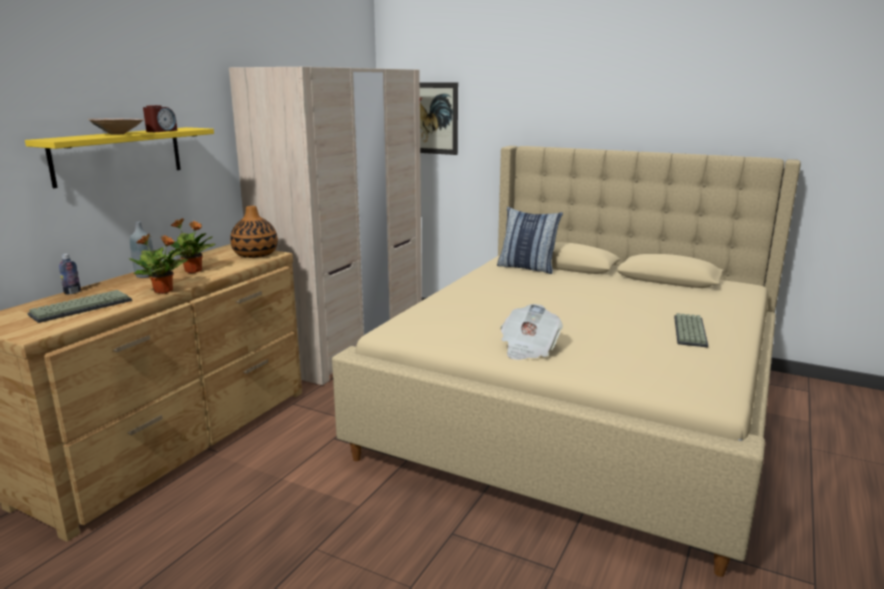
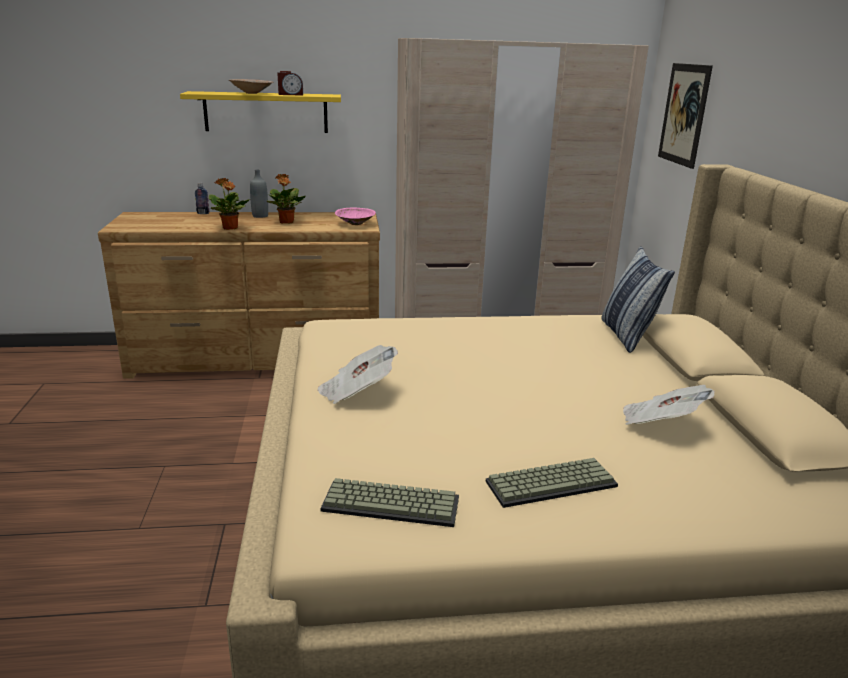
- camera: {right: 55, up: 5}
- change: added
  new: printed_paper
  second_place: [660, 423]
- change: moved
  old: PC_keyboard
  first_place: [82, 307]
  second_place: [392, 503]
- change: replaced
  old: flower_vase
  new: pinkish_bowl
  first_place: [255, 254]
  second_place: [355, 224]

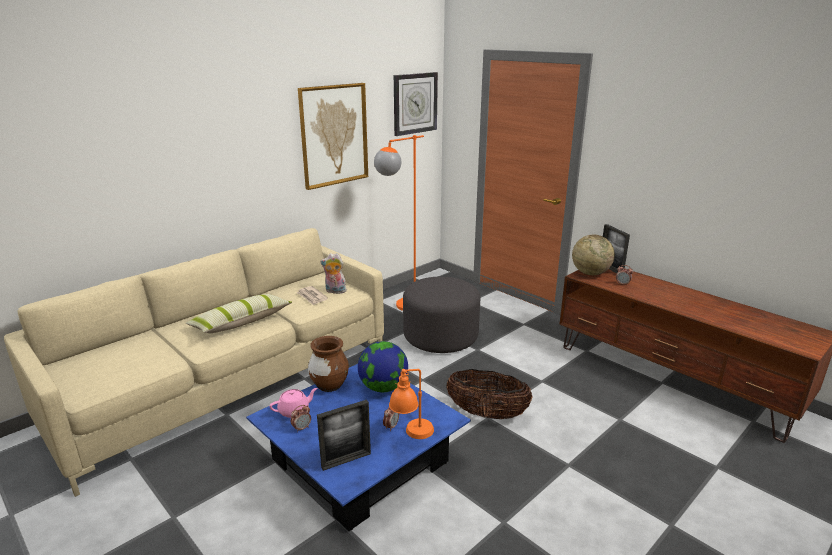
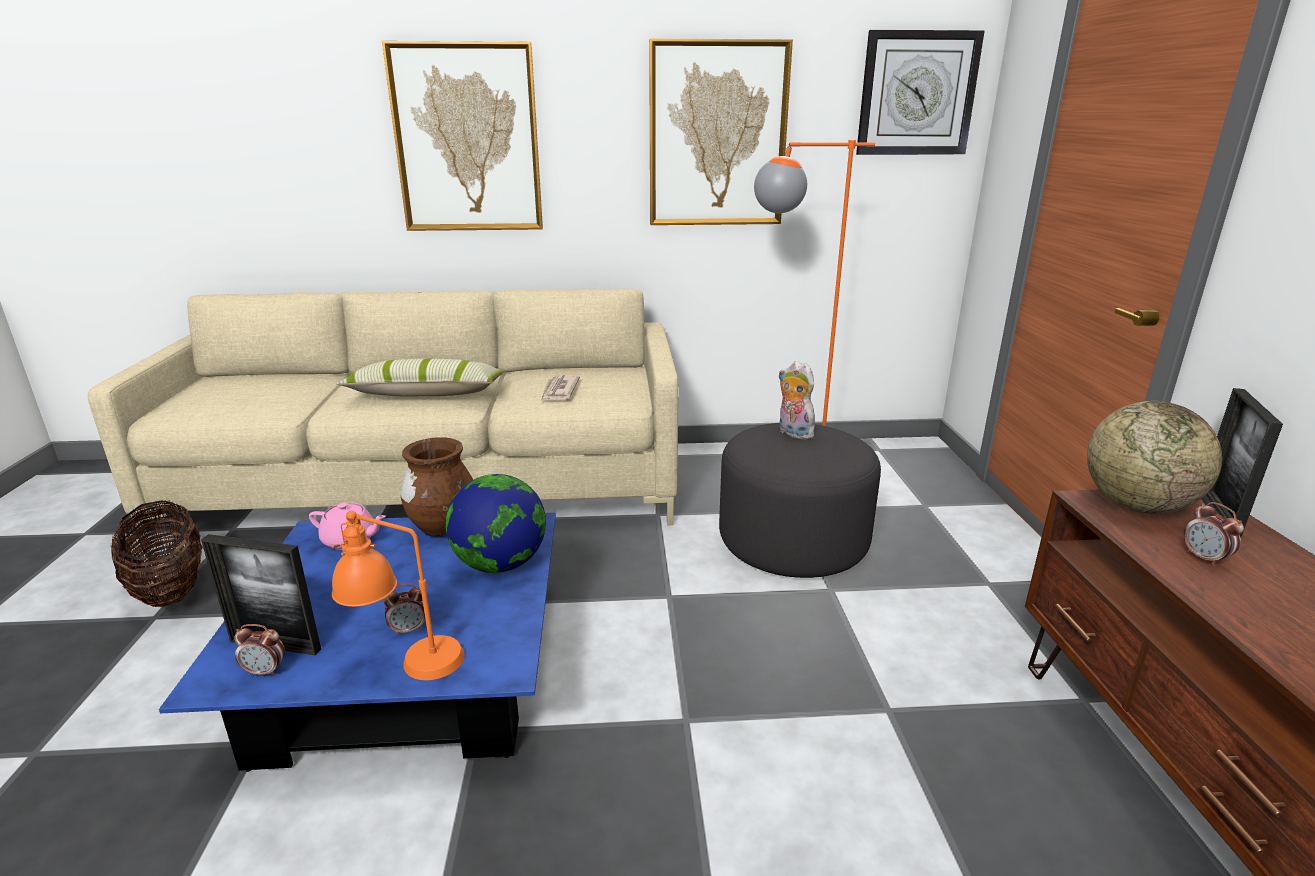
- camera: {right: 40, up: 0}
- change: added
  new: picture
  second_place: [467, 139]
- change: moved
  old: table_clock
  first_place: [301, 428]
  second_place: [265, 672]
- change: moved
  old: soft_toy
  first_place: [335, 291]
  second_place: [793, 433]
- change: moved
  old: basket
  first_place: [487, 414]
  second_place: [170, 588]

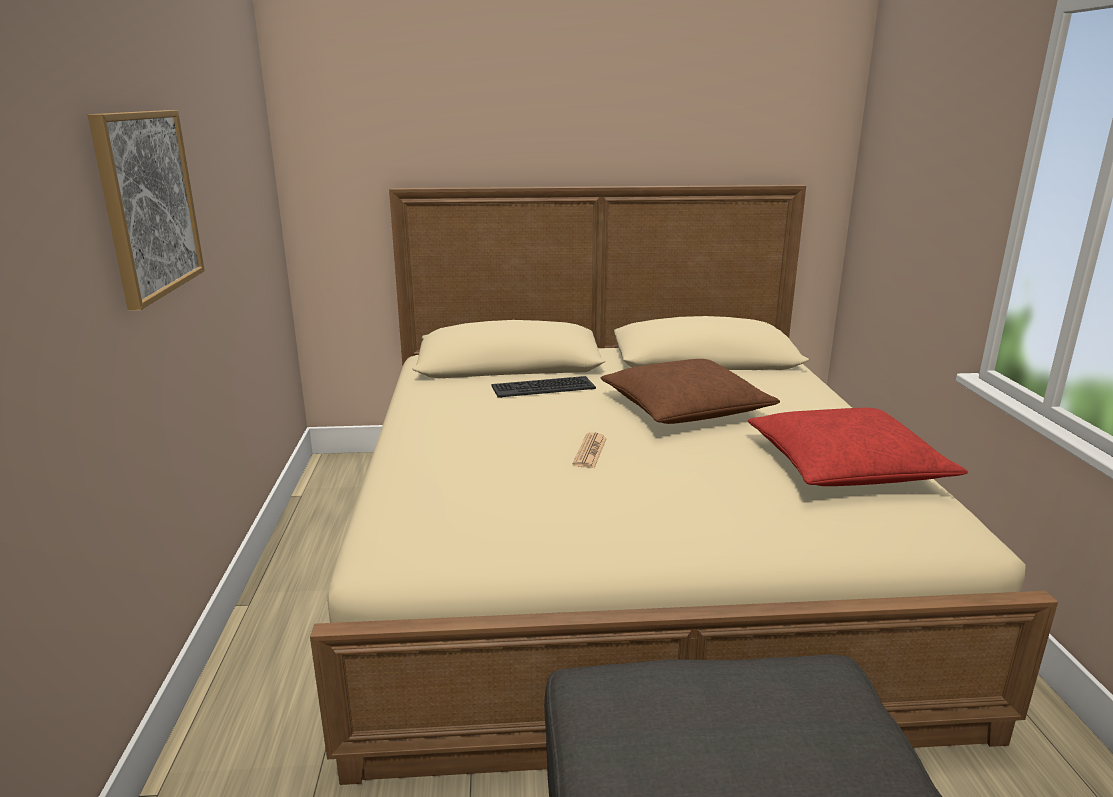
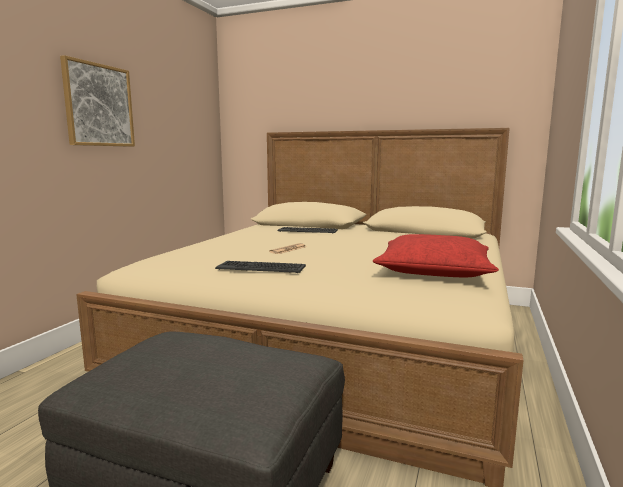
- camera: {right: 25, up: -10}
- change: removed
  old: brown-coloured_throw_pillow
  first_place: [684, 408]
- change: added
  new: PC_keyboard
  second_place: [261, 267]

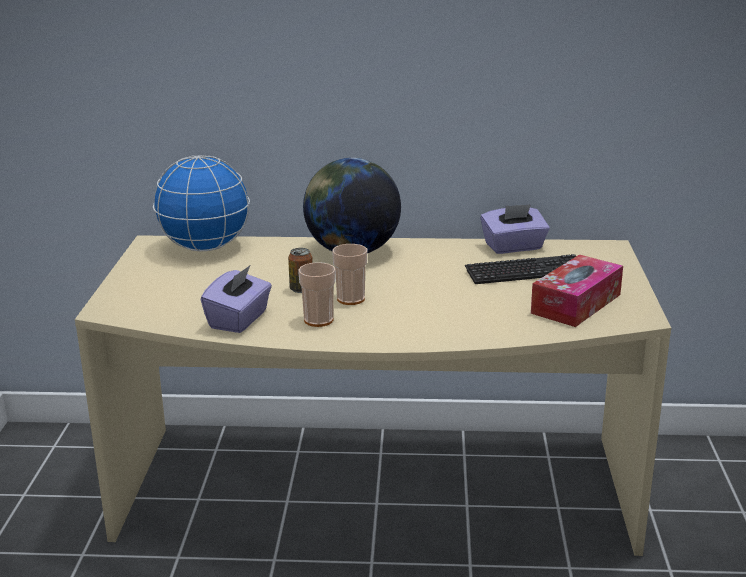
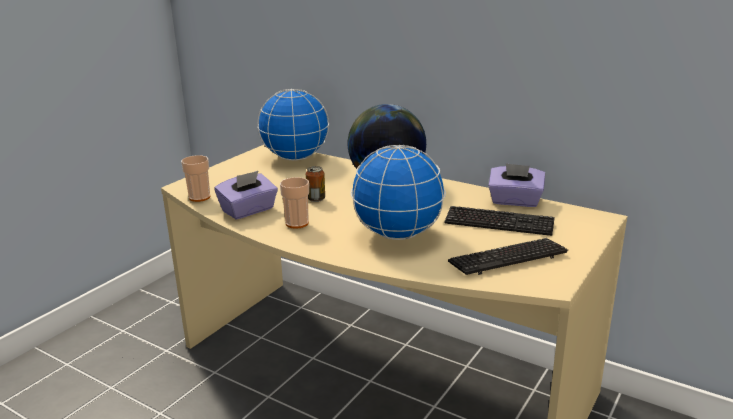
- camera: {right: 30, up: 0}
- change: added
  new: world_globe
  second_place: [398, 234]
- change: moved
  old: small_cup
  first_place: [351, 299]
  second_place: [199, 197]
- change: replaced
  old: box_of_tissues
  new: PC_keyboard
  first_place: [576, 304]
  second_place: [508, 258]

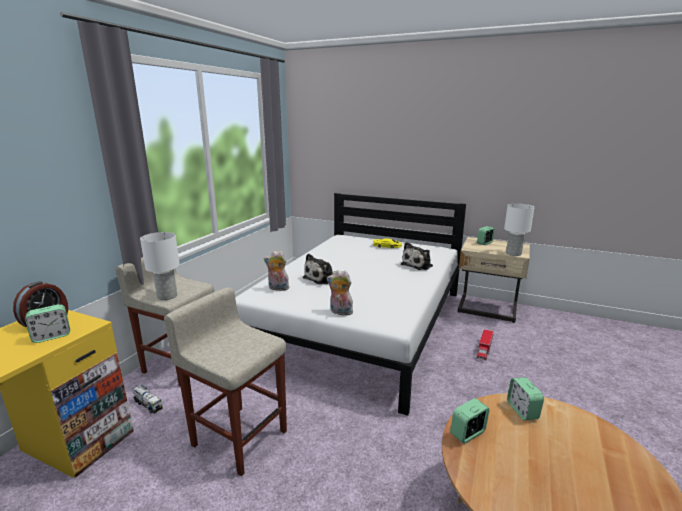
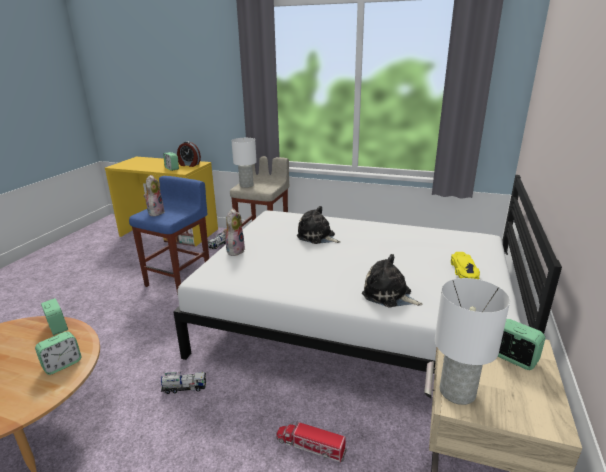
- camera: {right: 85, up: 5}
- change: added
  new: toy_truck
  second_place: [184, 388]
- change: moved
  old: soft_toy
  first_place: [277, 288]
  second_place: [155, 212]
- change: recoloured
  old: sand-coloured_stool_seat
  new: blue_stool_seat
  first_place: [239, 437]
  second_place: [179, 279]
- change: turned
  old: table_clock
  first_place: [522, 411]
  second_place: [62, 364]
  degrees: 150

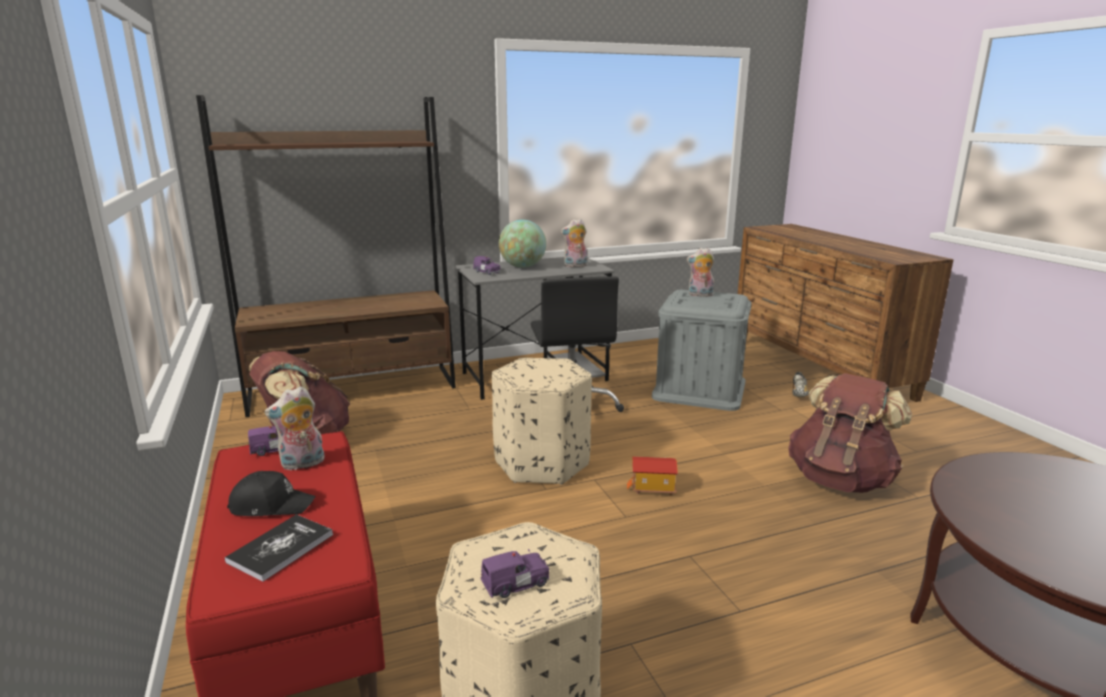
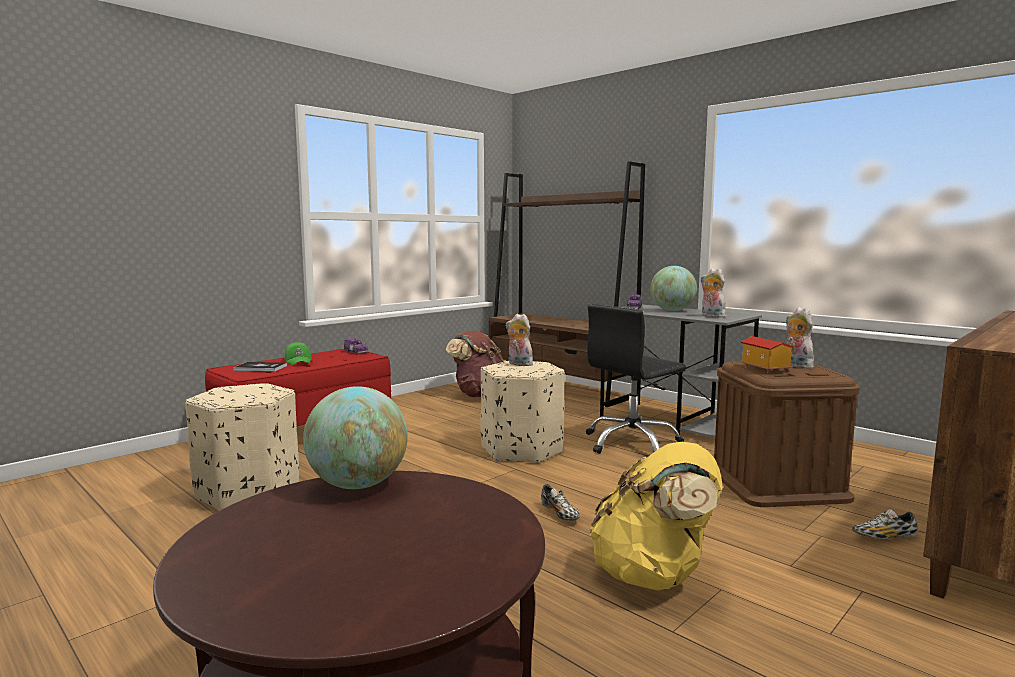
- camera: {right: 65, up: -10}
- change: removed
  old: purplish_model_car
  first_place: [516, 584]
- change: added
  new: world_globe
  second_place: [358, 485]
- change: added
  new: item_of_footwear
  second_place: [560, 514]
- change: moved
  old: soft_toy
  first_place: [302, 464]
  second_place: [518, 364]
- change: moved
  old: model_house
  first_place: [653, 488]
  second_place: [764, 369]
- change: recoloured
  old: black-coloured_peaked_cap
  new: green-coloured_peaked_cap
  first_place: [271, 505]
  second_place: [298, 361]
- change: recoloured
  old: greyish_storage_box
  new: brown-coloured_storage_box
  first_place: [699, 389]
  second_place: [776, 483]
- change: recoloured
  old: brown-coloured_knapsack
  new: yellow-coloured_knapsack
  first_place: [840, 480]
  second_place: [654, 575]

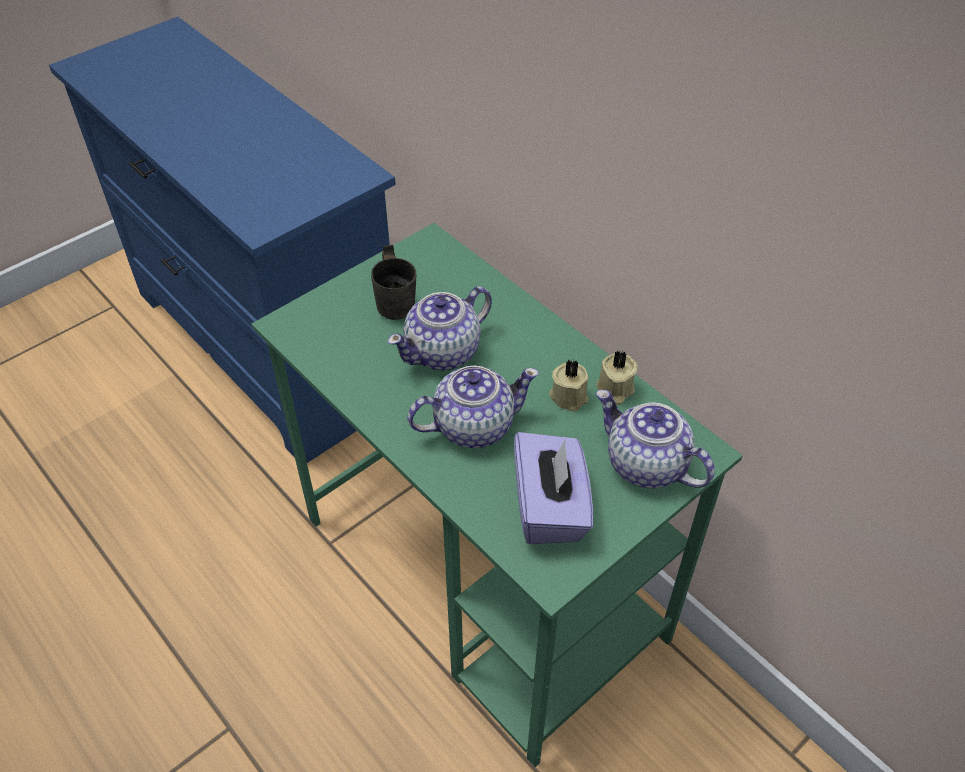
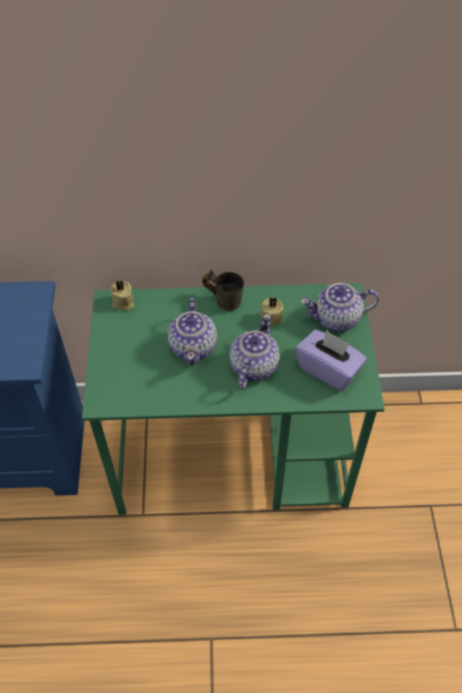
- camera: {right: -50, up: 5}
- change: moved
  old: greyish_coffee_mug
  first_place: [399, 301]
  second_place: [225, 298]
- change: moved
  old: sand-coloured_wax_light
  first_place: [614, 390]
  second_place: [123, 303]

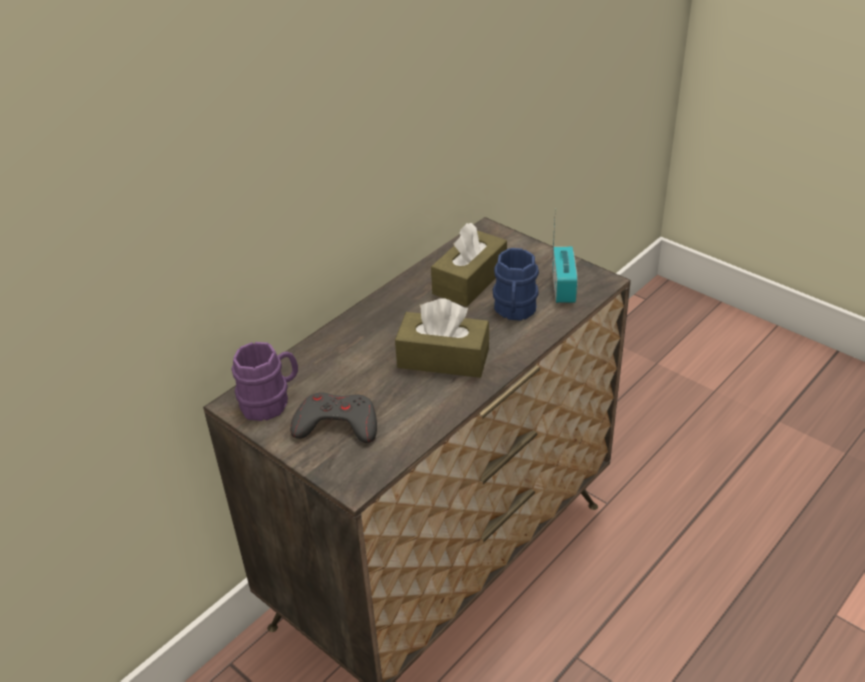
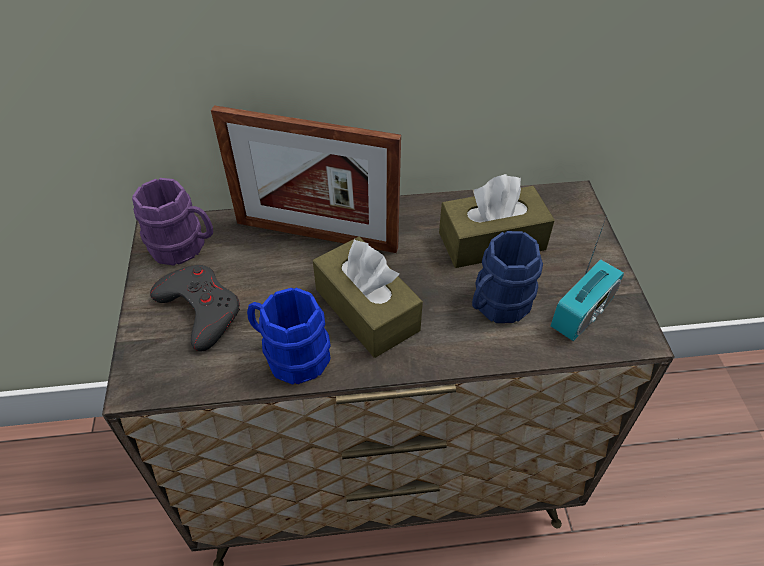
- camera: {right: 40, up: 10}
- change: added
  new: standing_frame
  second_place: [316, 235]
- change: added
  new: blue_coffee_mug
  second_place: [290, 355]

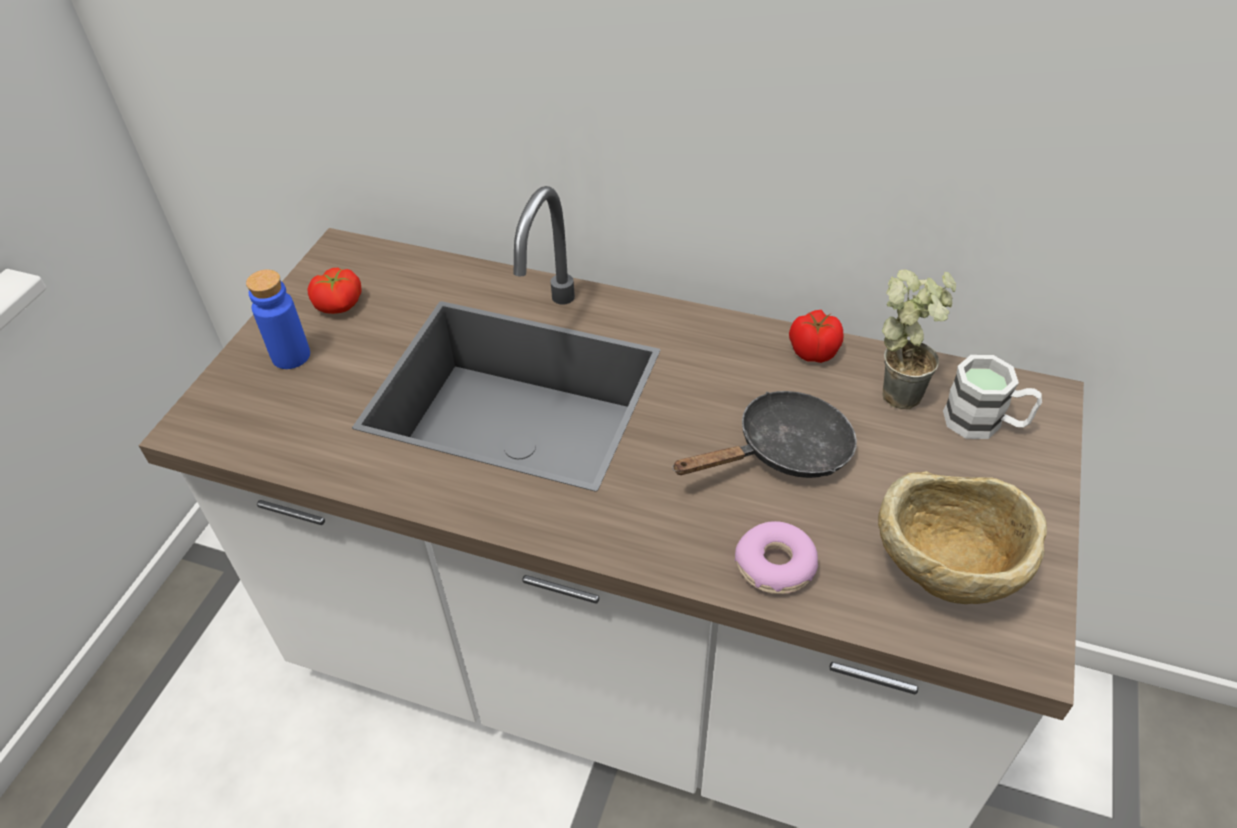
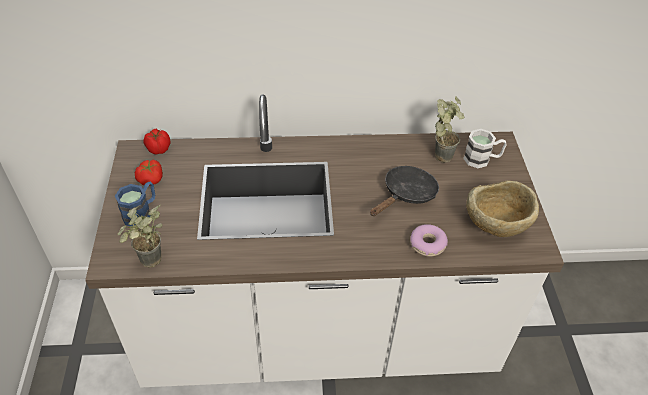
- camera: {right: -25, up: 0}
- change: added
  new: houseplant
  second_place: [150, 265]
- change: moved
  old: tomato
  first_place: [812, 351]
  second_place: [158, 149]
- change: replaced
  old: blue_beverage_bottle
  new: blue_coffee_mug
  first_place: [291, 356]
  second_place: [141, 212]

